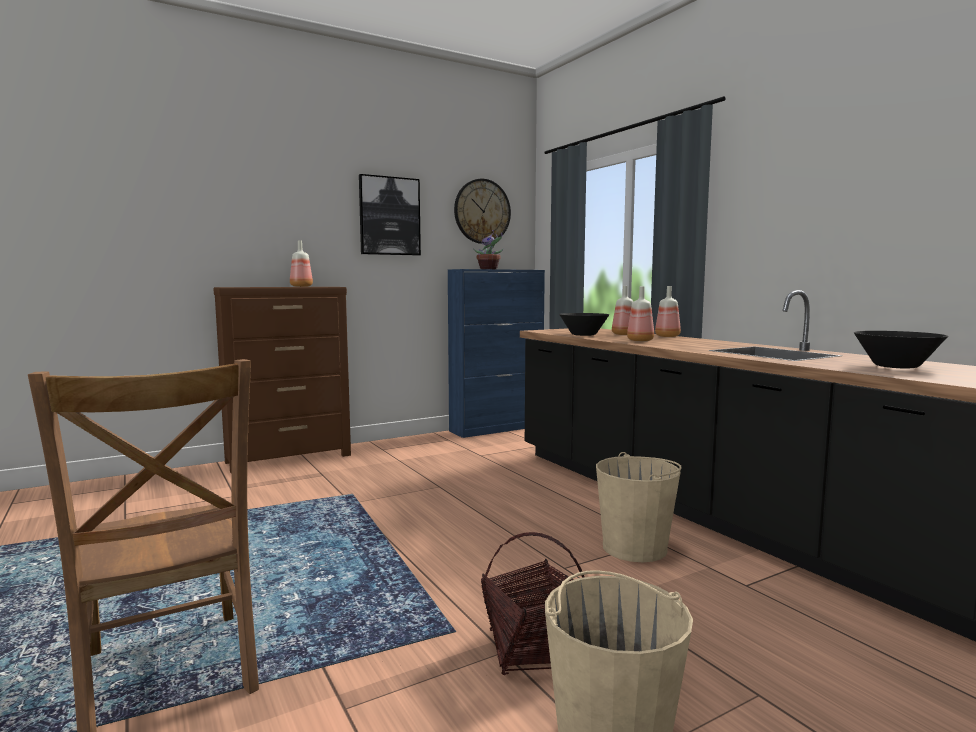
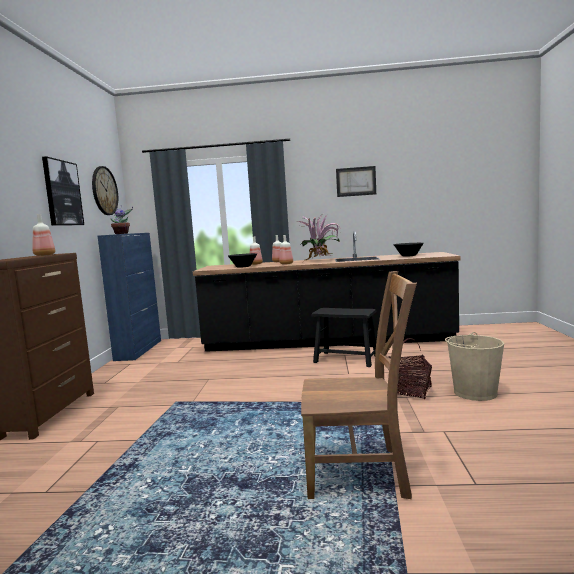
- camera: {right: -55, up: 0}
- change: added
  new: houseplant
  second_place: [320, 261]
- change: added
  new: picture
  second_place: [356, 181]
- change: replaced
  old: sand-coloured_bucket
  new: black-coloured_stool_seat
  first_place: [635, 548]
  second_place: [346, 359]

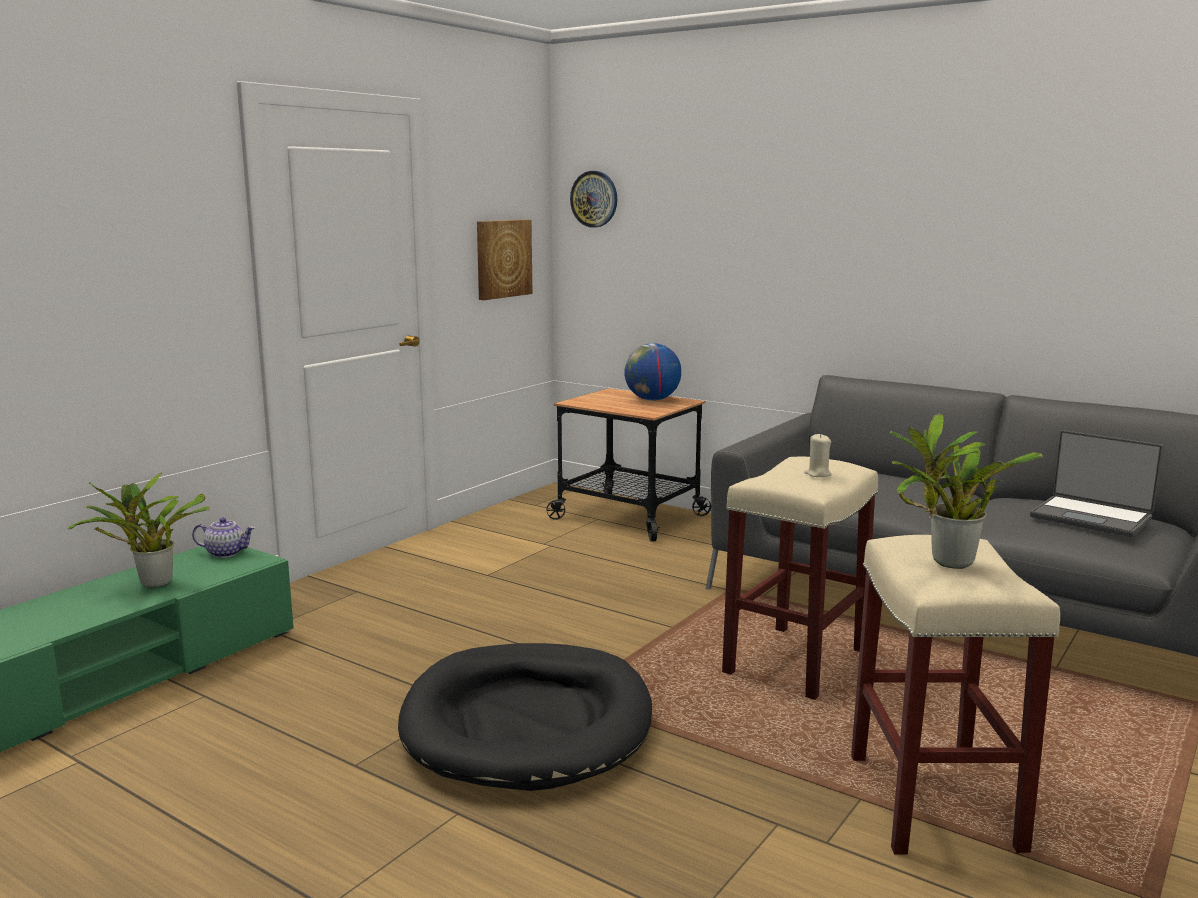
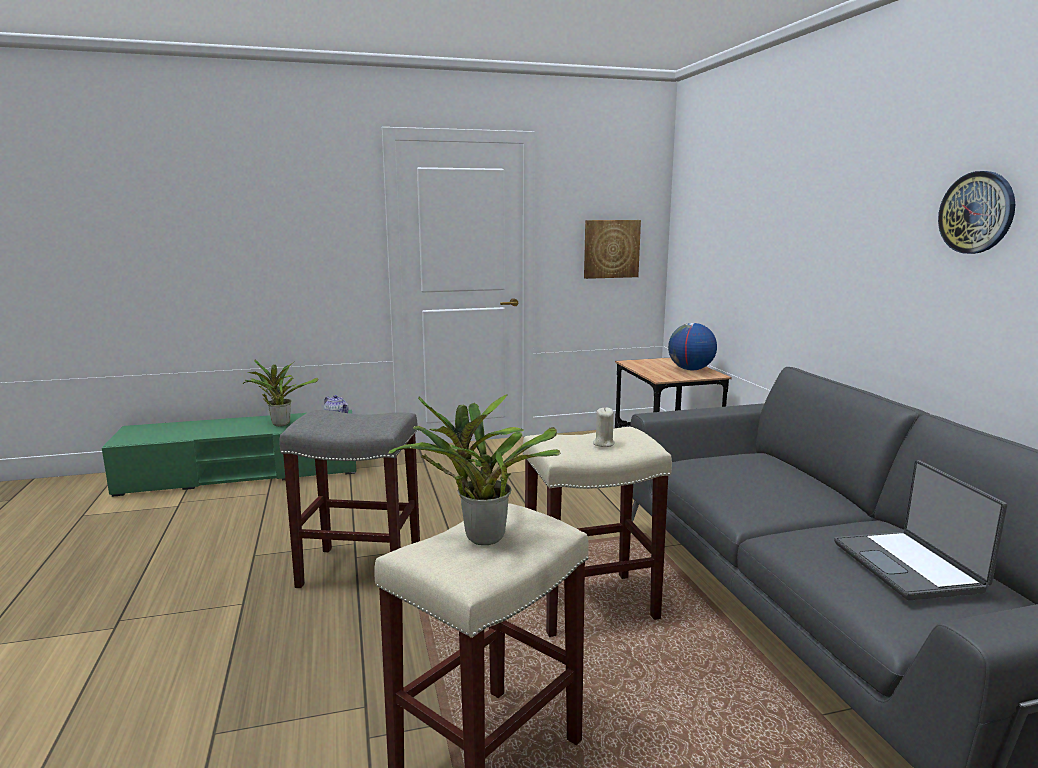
- camera: {right: 40, up: 0}
- change: moved
  old: clock_on_the_wall
  first_place: [594, 199]
  second_place: [977, 212]
- change: replaced
  old: black-coloured_dog_bed
  new: greyish_stool_seat
  first_place: [527, 723]
  second_place: [362, 570]

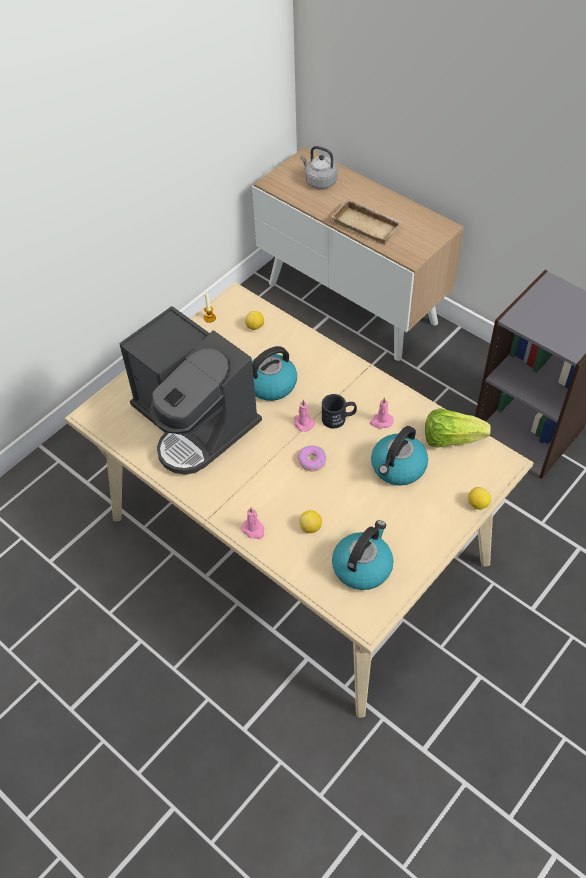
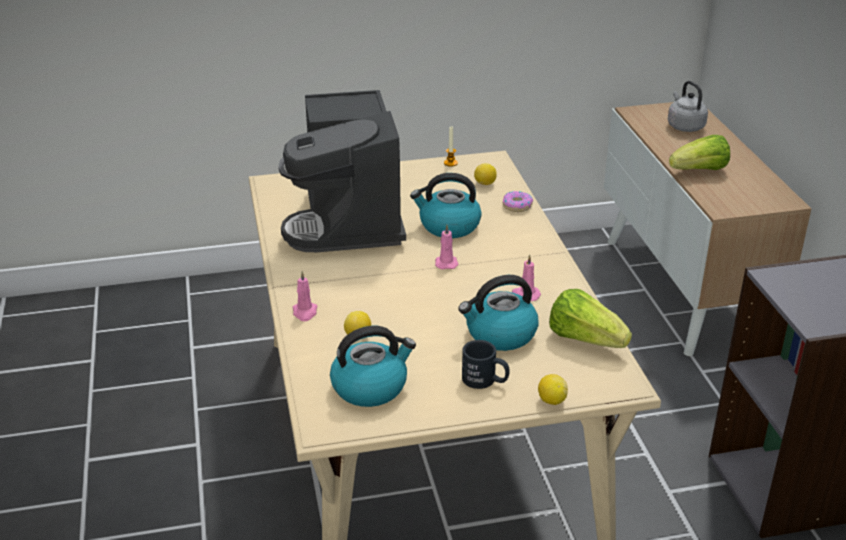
- camera: {right: 35, up: -20}
- change: moved
  old: ring_doughnut
  first_place: [312, 461]
  second_place: [517, 206]
- change: moved
  old: black-coloured_coffee_mug
  first_place: [339, 418]
  second_place: [485, 380]
- change: replaced
  old: sand-coloured_carrying_tray
  new: head_of_lettuce
  first_place: [368, 225]
  second_place: [700, 171]

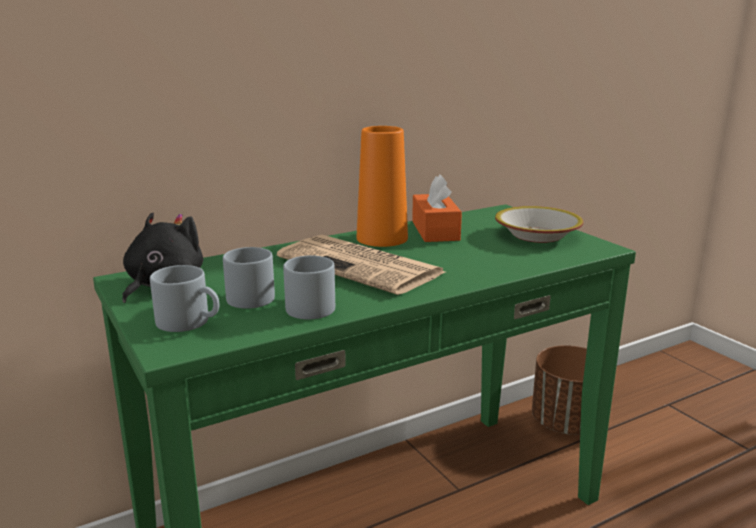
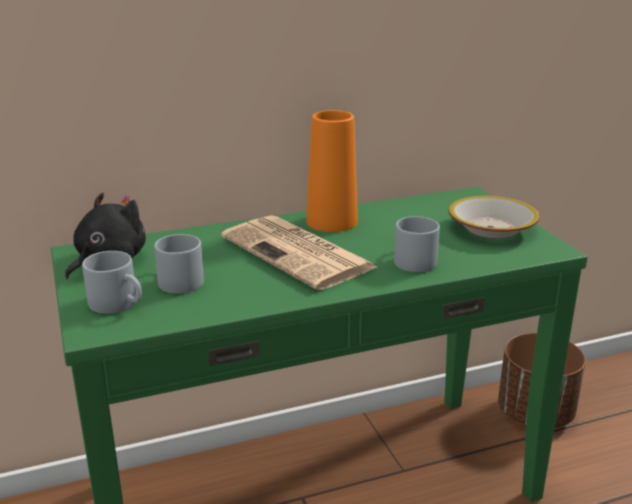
- camera: {right: 10, up: 5}
- change: removed
  old: orangey_box_of_tissues
  first_place: [435, 231]
- change: moved
  old: greyish_coffee_mug
  first_place: [307, 305]
  second_place: [412, 259]

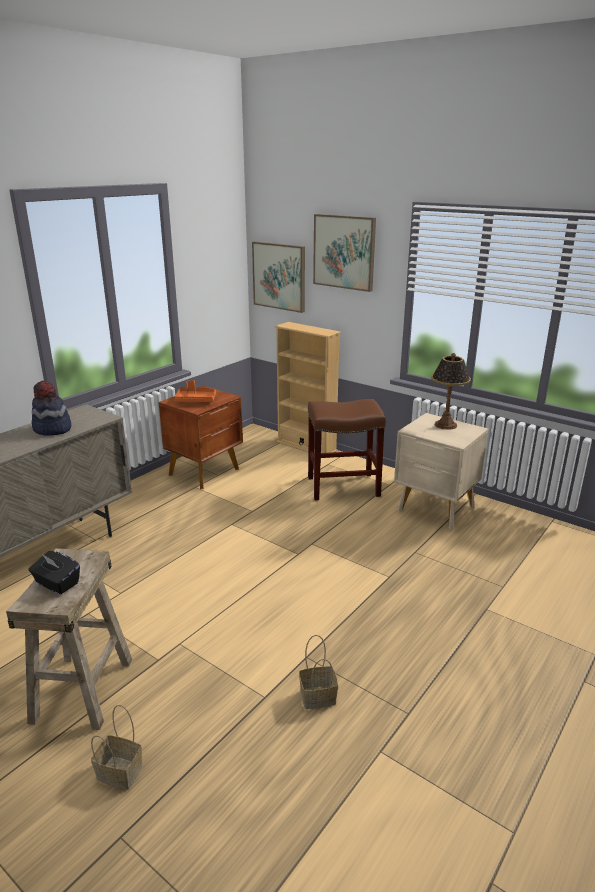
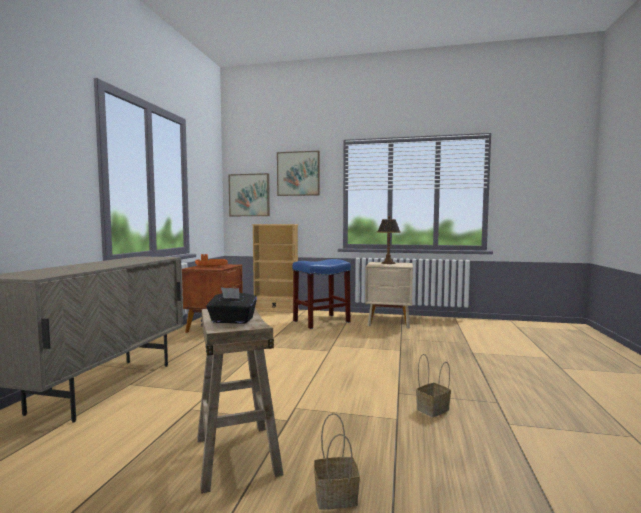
- camera: {right: -25, up: -20}
- change: removed
  old: hat
  first_place: [52, 429]
- change: recoloured
  old: brown-coloured_stool_seat
  new: blue_stool_seat
  first_place: [344, 486]
  second_place: [321, 321]

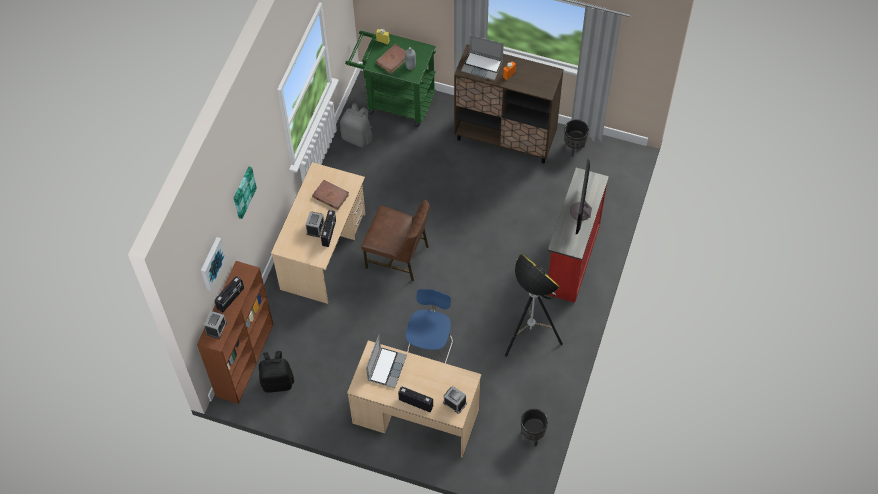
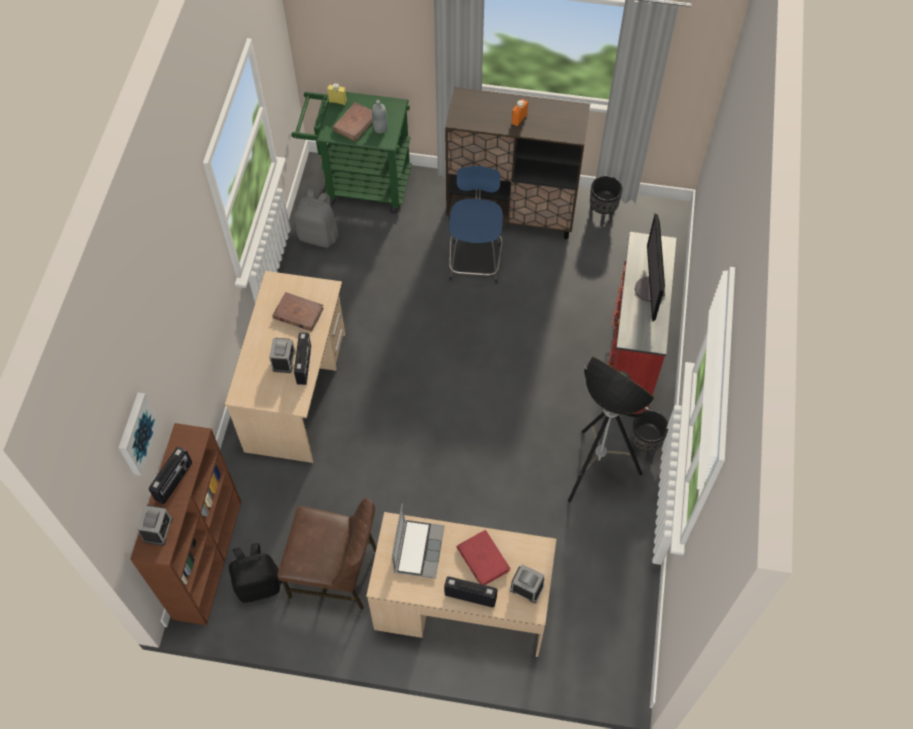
- camera: {right: -10, up: 0}
- change: removed
  old: picture
  first_place: [243, 192]
- change: removed
  old: notebook_computer
  first_place: [482, 66]
- change: added
  new: red-coloured_volume
  second_place: [483, 559]
- change: moved
  old: brown-coloured_upright_chair
  first_place: [398, 257]
  second_place: [335, 573]
- change: moved
  old: blue_stool_seat
  first_place: [429, 353]
  second_place: [475, 260]
- change: moved
  old: black-coloured_planter
  first_place: [532, 436]
  second_place: [643, 448]

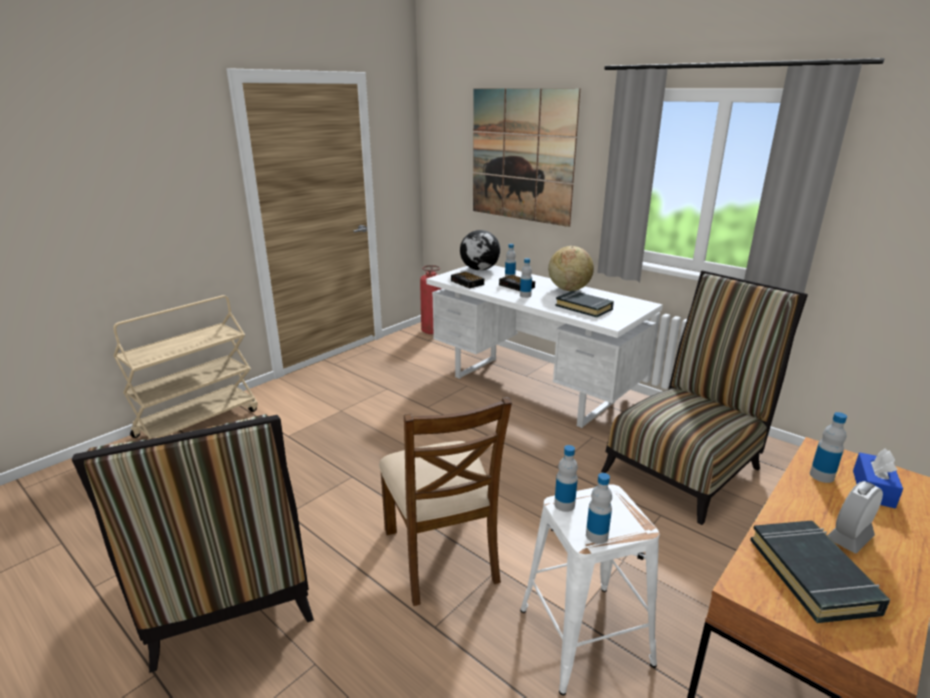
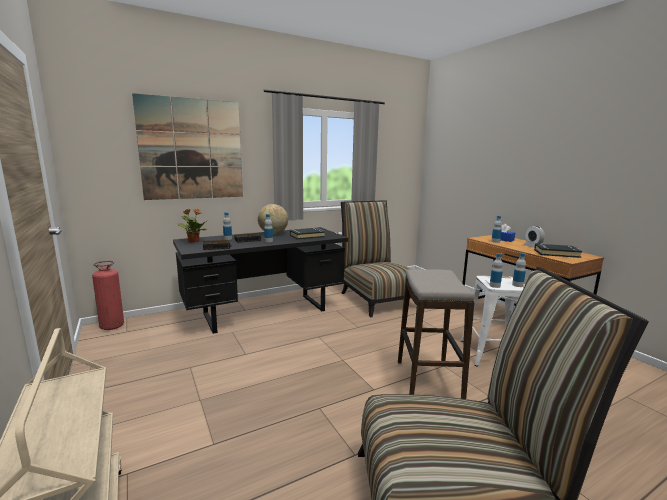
- camera: {right: -70, up: -10}
- change: replaced
  old: brown-coloured_upright_chair
  new: stool_seat
  first_place: [441, 555]
  second_place: [428, 382]
- change: replaced
  old: world_globe
  new: houseplant
  first_place: [480, 269]
  second_place: [193, 241]
- change: recoloured
  old: white-coloured_desk
  new: black-coloured_desk
  first_place: [533, 389]
  second_place: [266, 312]

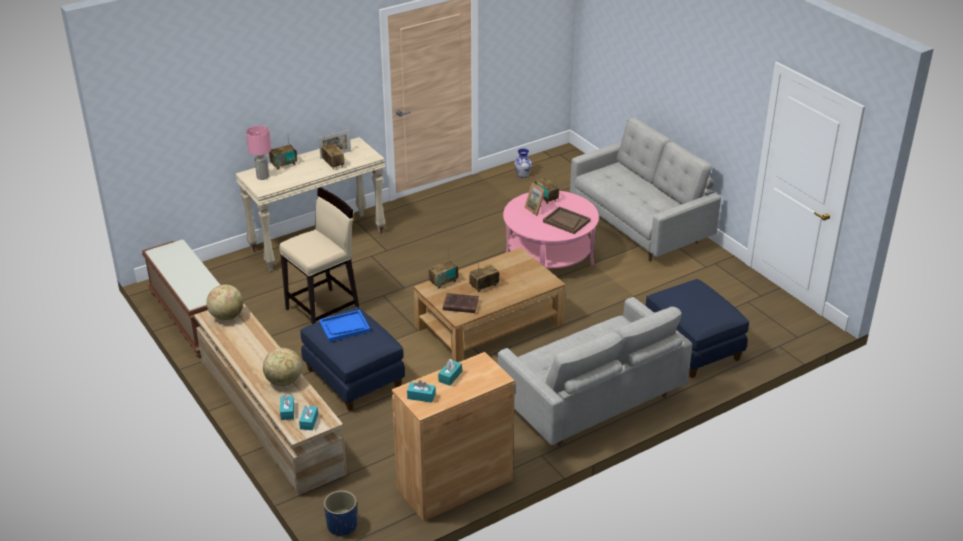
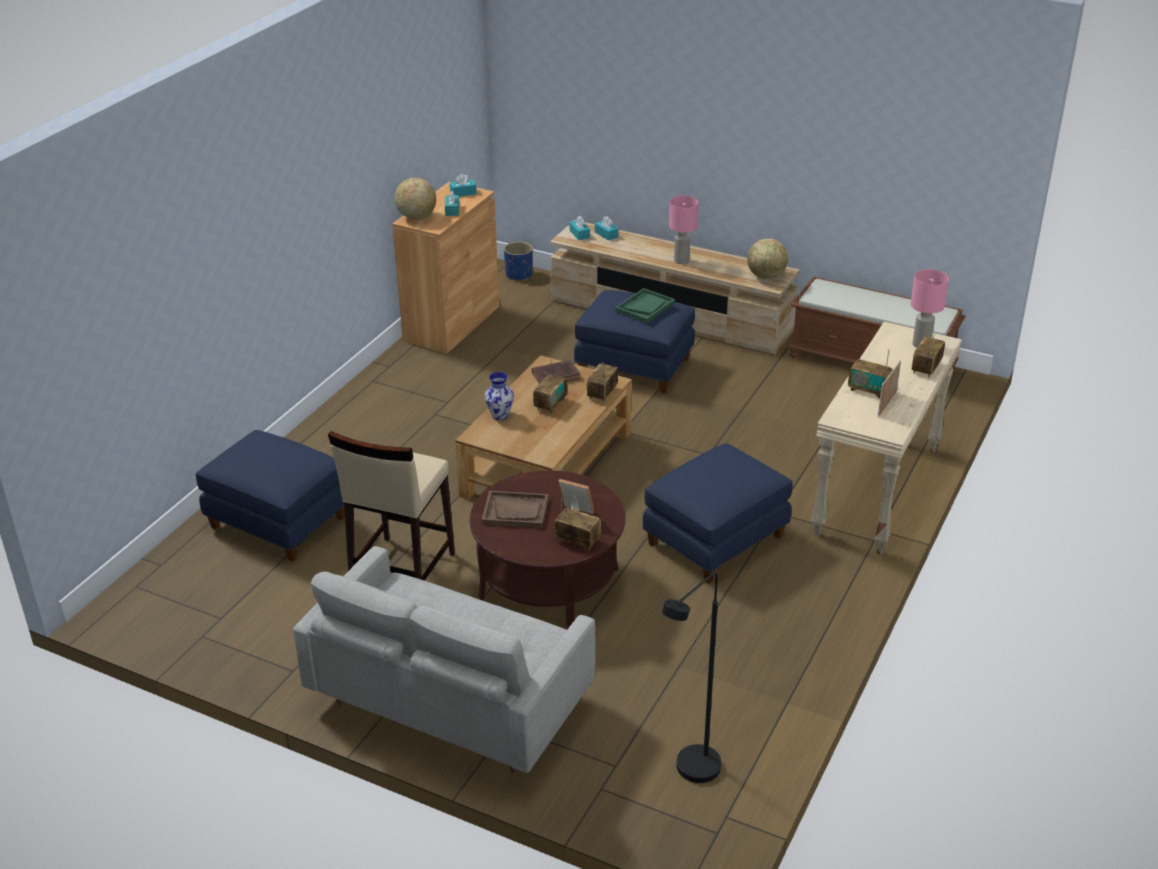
- camera: {right: 150, up: 0}
- change: removed
  old: greyish_settee
  first_place: [591, 401]
- change: added
  new: blue_footrest
  second_place: [716, 541]
- change: added
  new: black-coloured_standard_lamp
  second_place: [690, 773]
- change: added
  new: pinkish_table_lamp
  second_place: [682, 260]
- change: moved
  old: world_globe
  first_place: [284, 382]
  second_place: [416, 217]
- change: moved
  old: sand-coloured_stool_seat
  first_place: [324, 310]
  second_place: [401, 571]
- change: moved
  old: flower_vase
  first_place: [522, 175]
  second_place: [500, 415]
- change: recoloured
  old: blue_carrying_tray
  new: green-coloured_carrying_tray
  first_place: [344, 327]
  second_place: [645, 307]
- change: recoloured
  old: pinkish_lounge_table
  new: brown-coloured_lounge_table
  first_place: [549, 259]
  second_place: [548, 583]

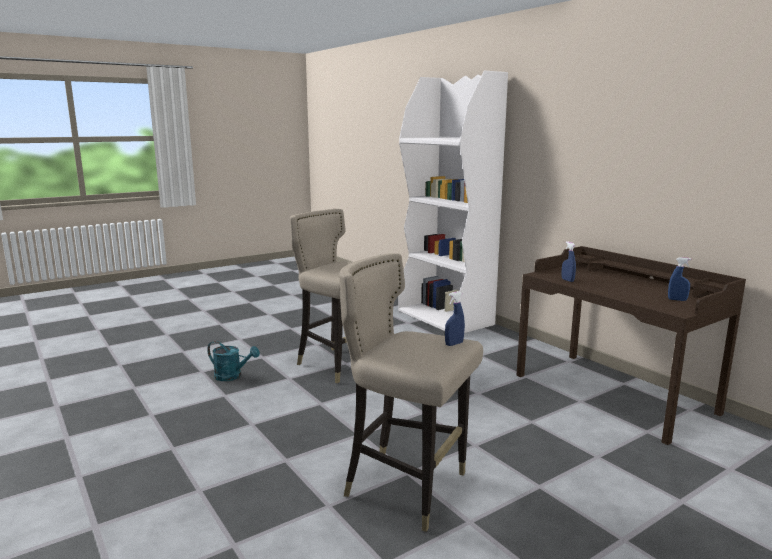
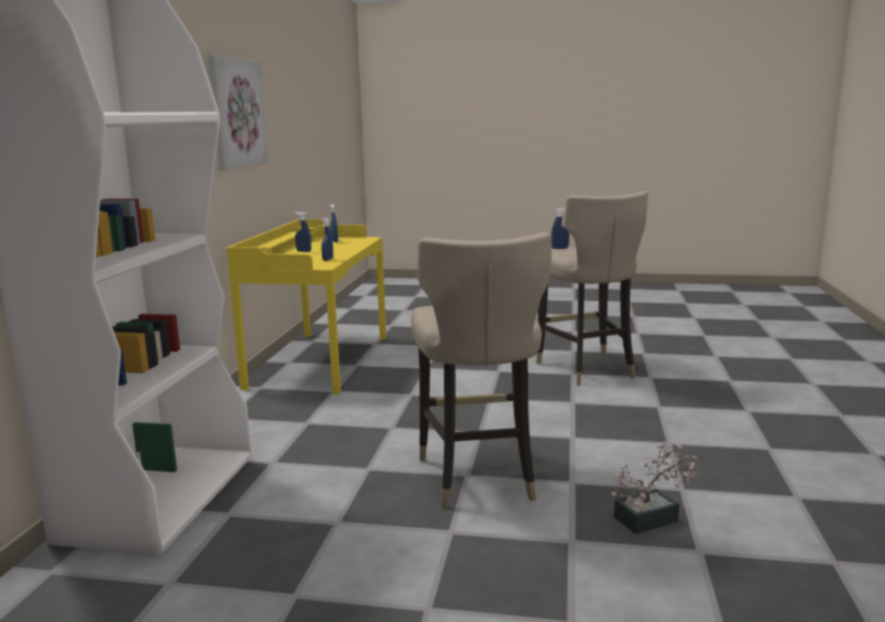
- camera: {right: -135, up: 0}
- change: added
  new: picture
  second_place: [236, 113]
- change: added
  new: blue_sprayer
  second_place: [303, 251]
- change: replaced
  old: turquoise_watering_pot
  new: houseplant
  first_place: [232, 376]
  second_place: [652, 518]
- change: recoloured
  old: brown-coloured_desk
  new: yellow-coloured_desk
  first_place: [613, 393]
  second_place: [319, 361]

